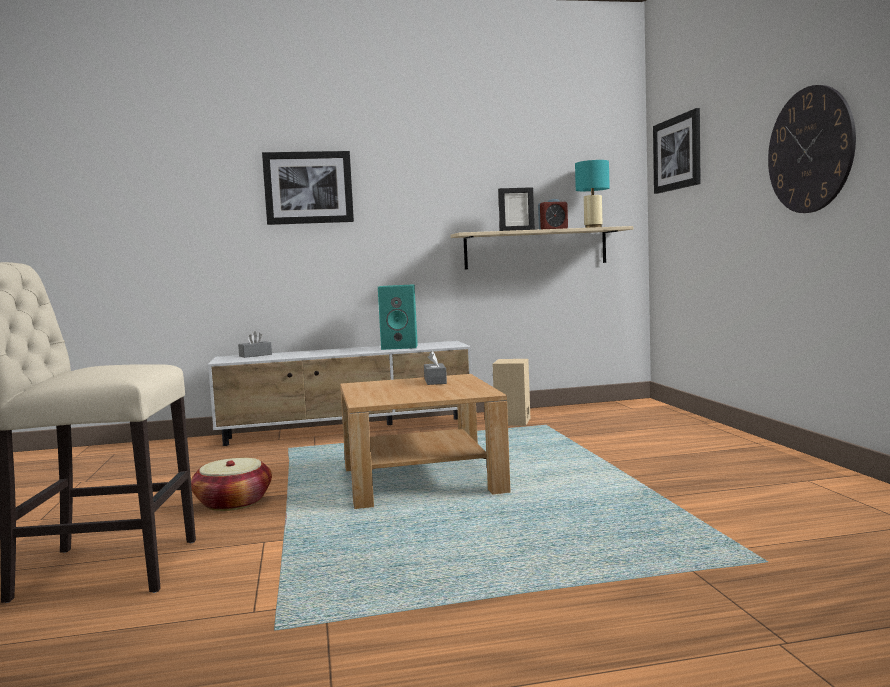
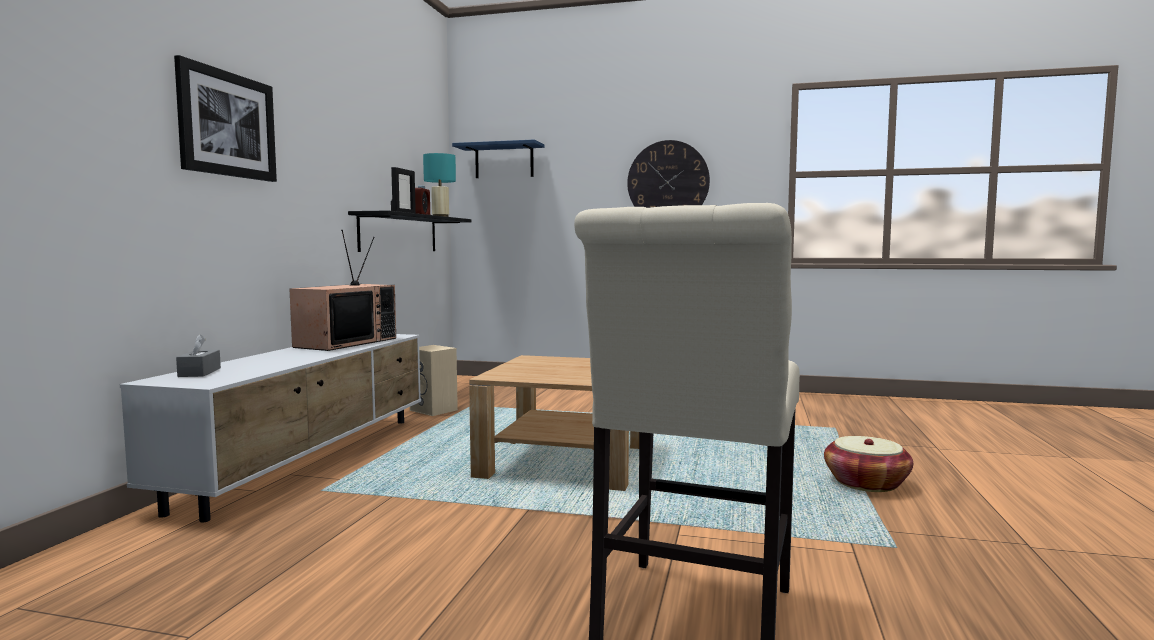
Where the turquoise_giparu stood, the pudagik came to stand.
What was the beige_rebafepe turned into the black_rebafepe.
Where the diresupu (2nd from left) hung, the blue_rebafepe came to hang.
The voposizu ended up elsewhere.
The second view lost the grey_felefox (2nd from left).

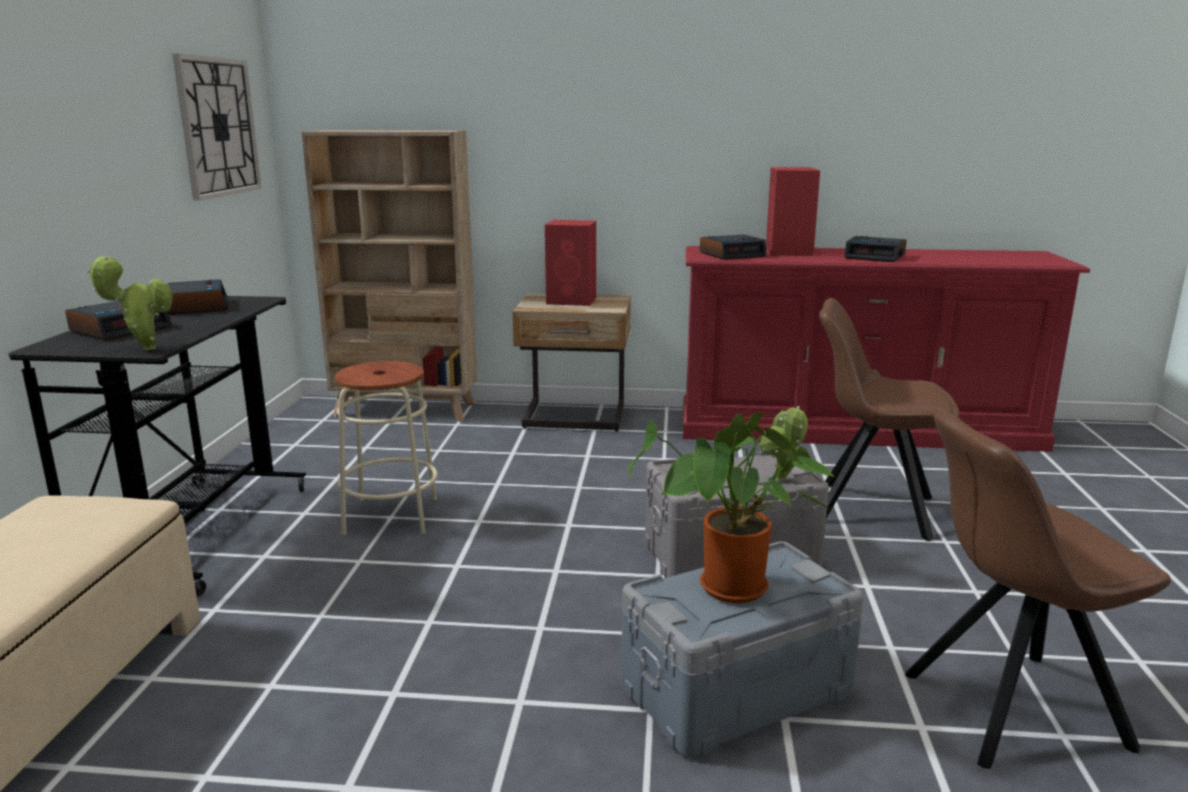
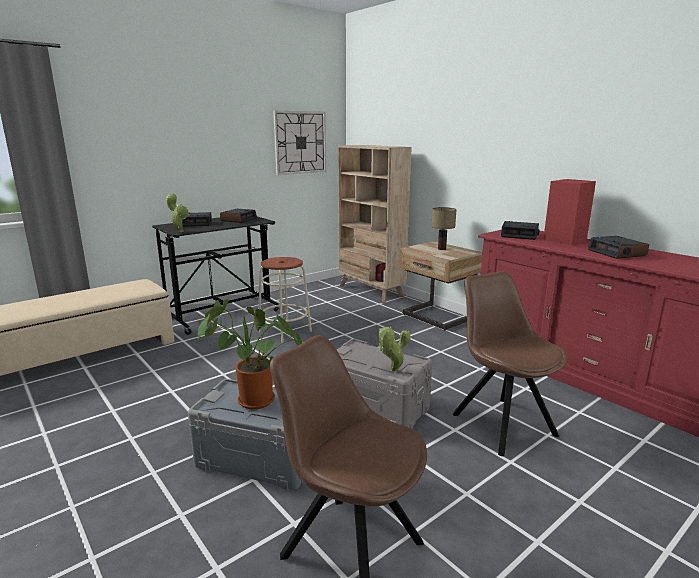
Where the red_giparu (1st from left) stood, the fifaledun came to stand.

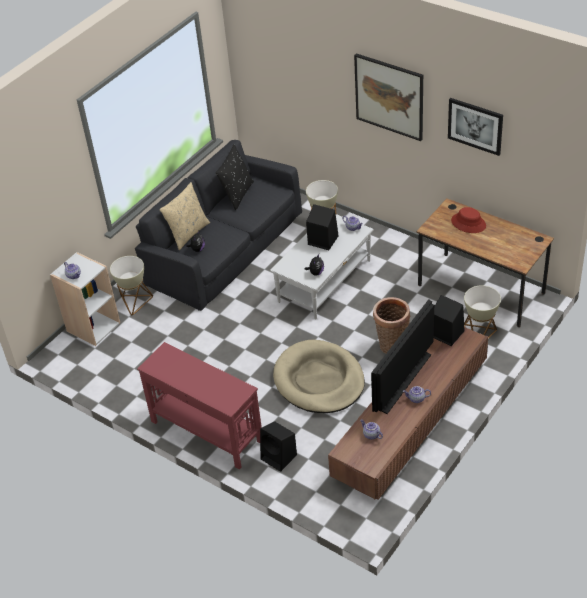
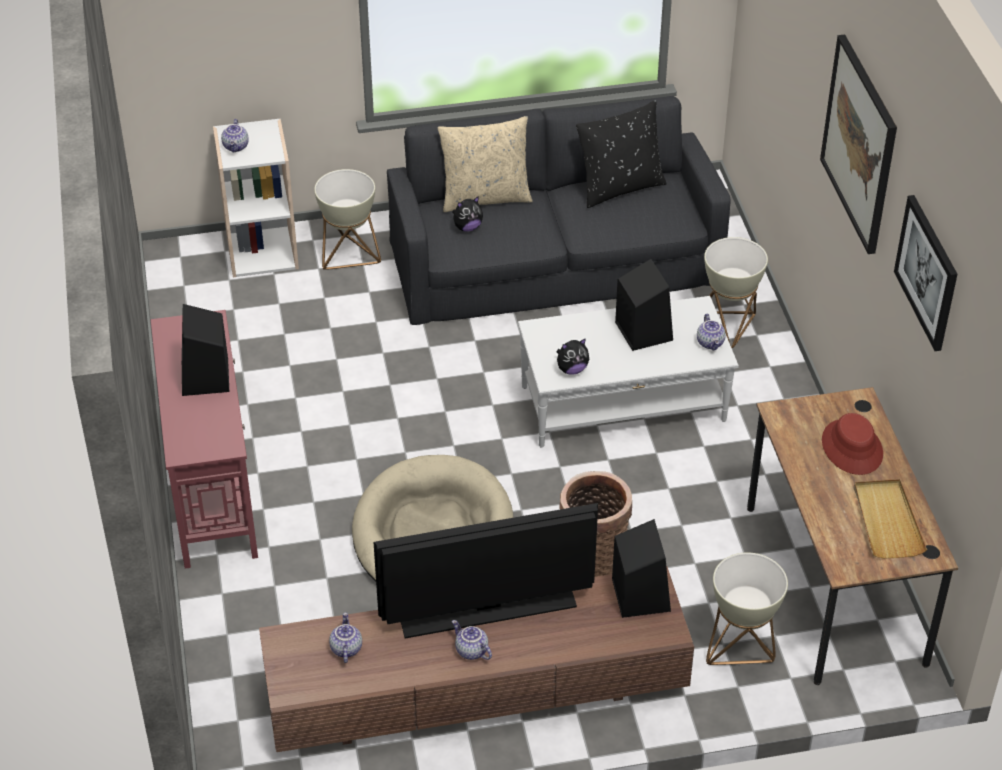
The black_giparu (1st from left) ended up elsewhere.
The second view gained the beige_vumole.

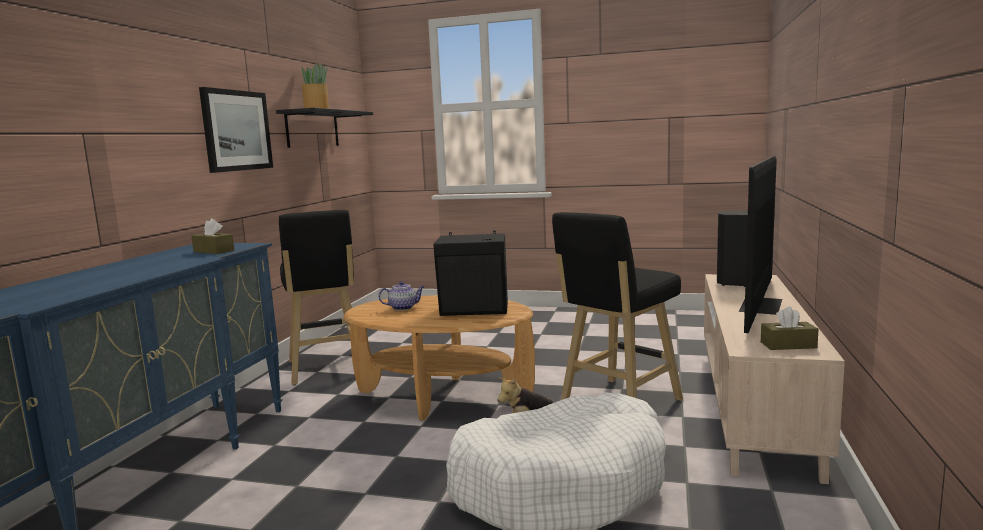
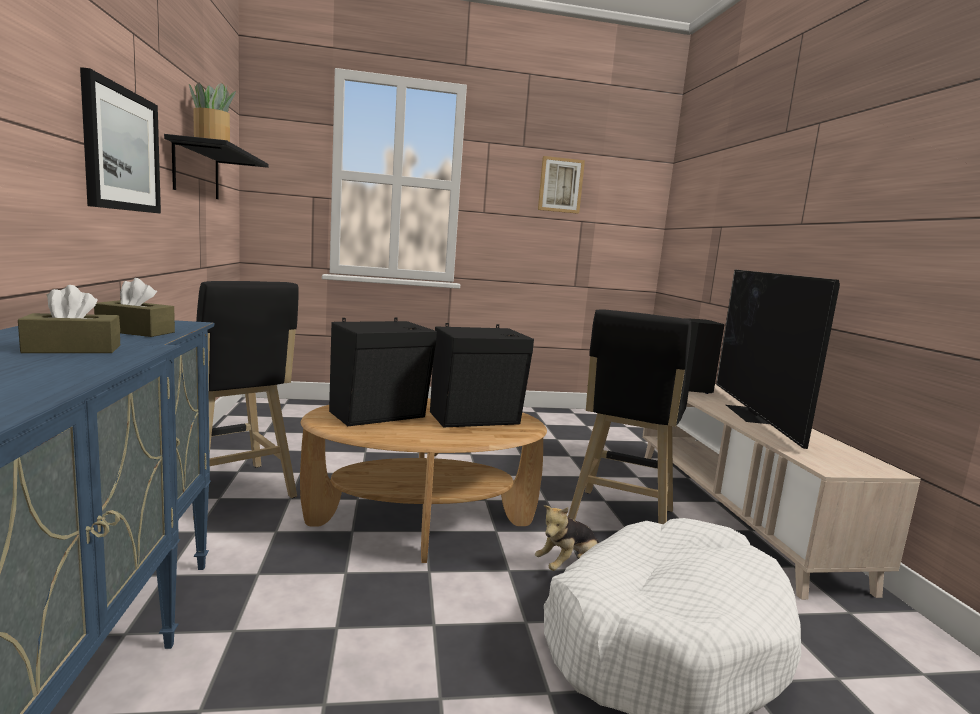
The brown_felefox (2nd from left in the first image) ended up elsewhere.
Where the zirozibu stood, the black_giparu (1st from left) came to stand.
The second view gained the diresupu (2nd from left).

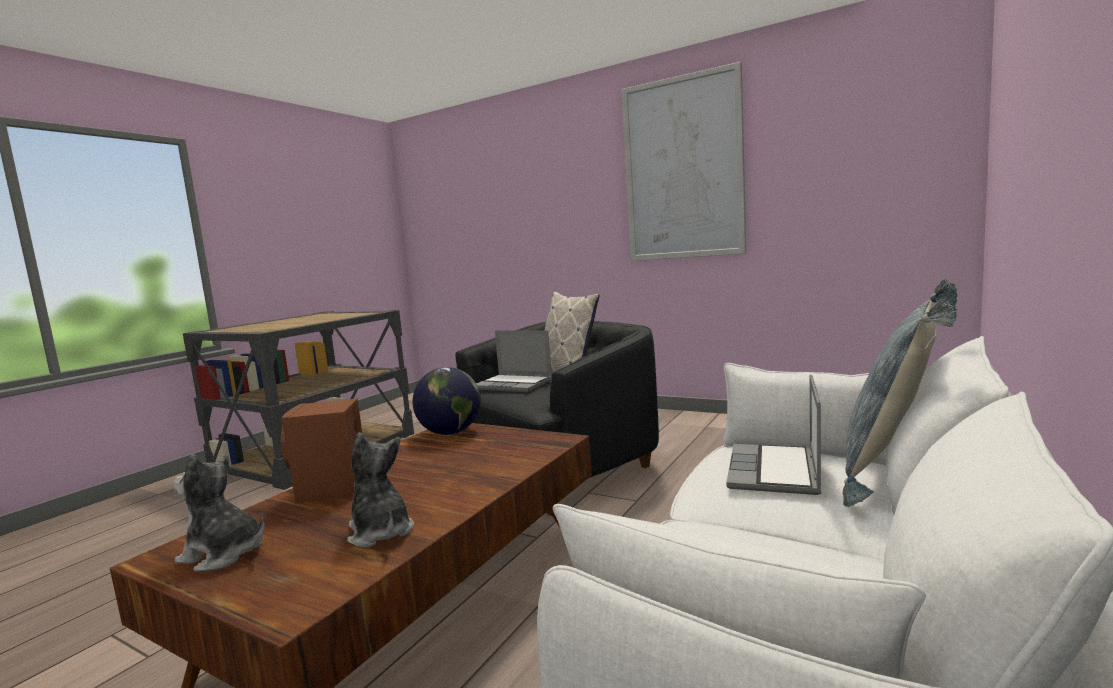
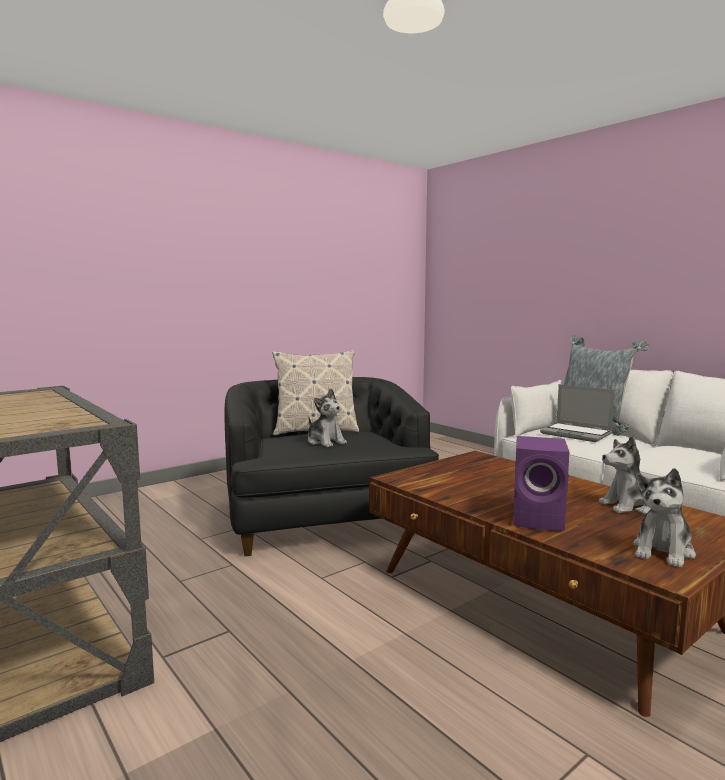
Where the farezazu (1st from left) stood, the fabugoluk (1st from left) came to stand.
What was the brown_giparu turned into the purple_giparu.
The second view lost the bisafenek.
The second view lost the diresupu.

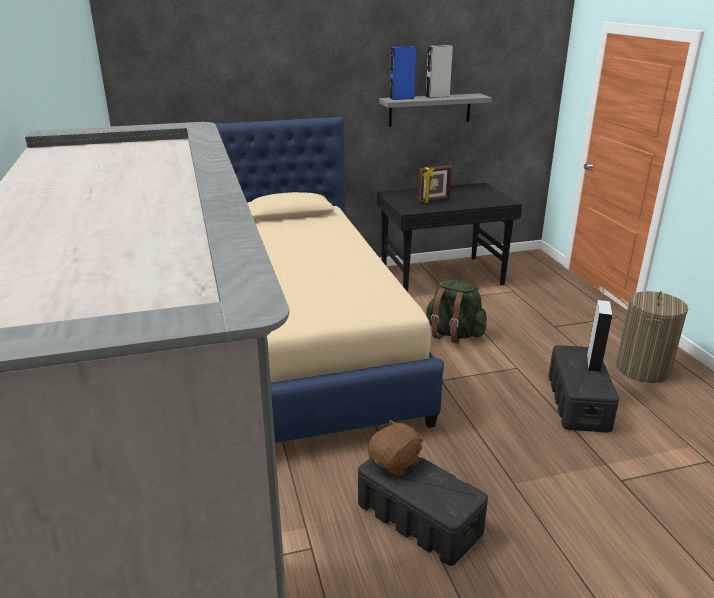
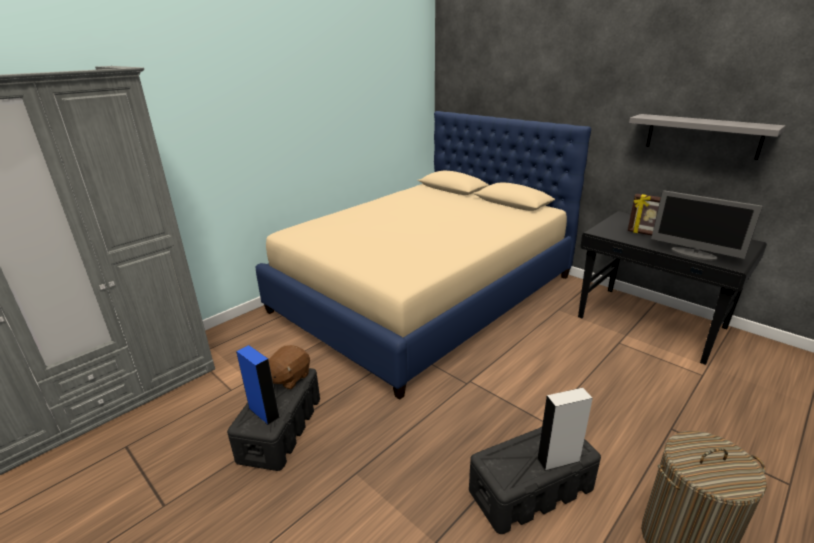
The blue_giparu ended up elsewhere.
The brown_fabugoluk ended up facing another way, 105 degrees clockwise from before.
The second view gained the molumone.
The second view lost the grey_giparu (1st from left).
The second view lost the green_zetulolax.

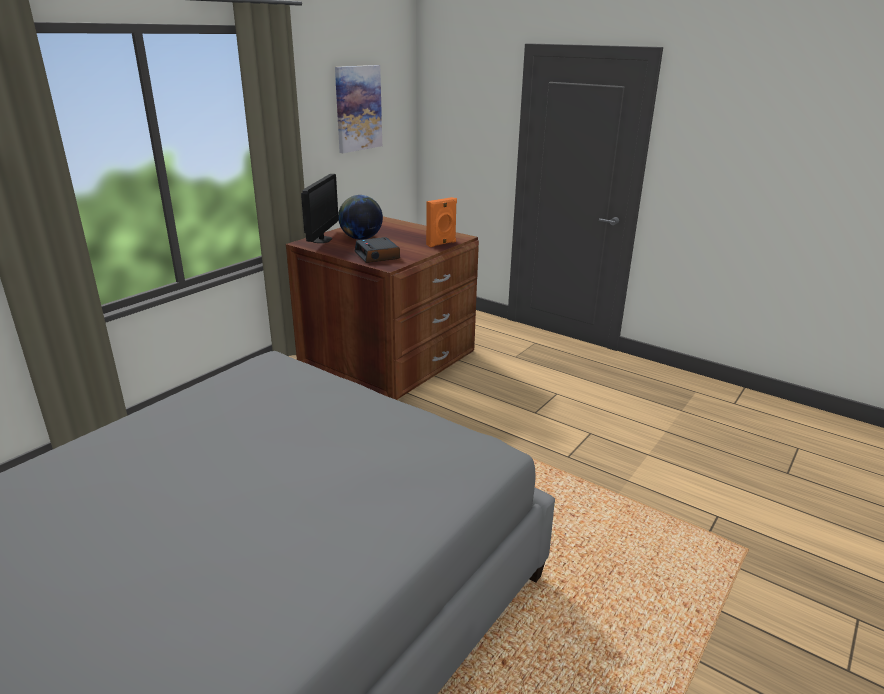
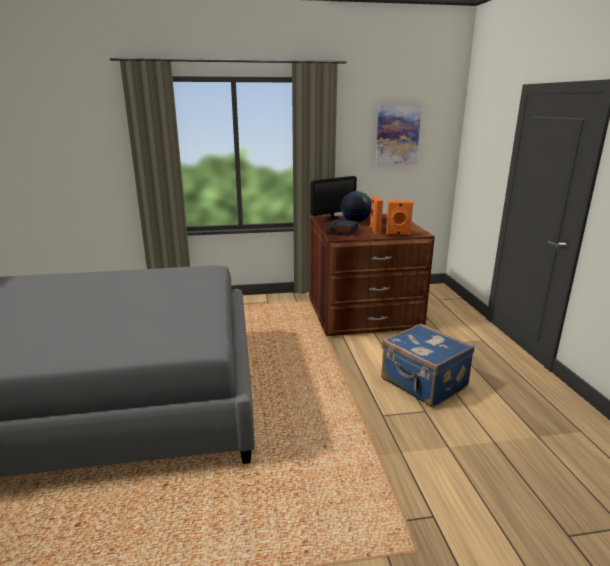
The second view gained the orange_giparu (1st from left).
The second view gained the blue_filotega.

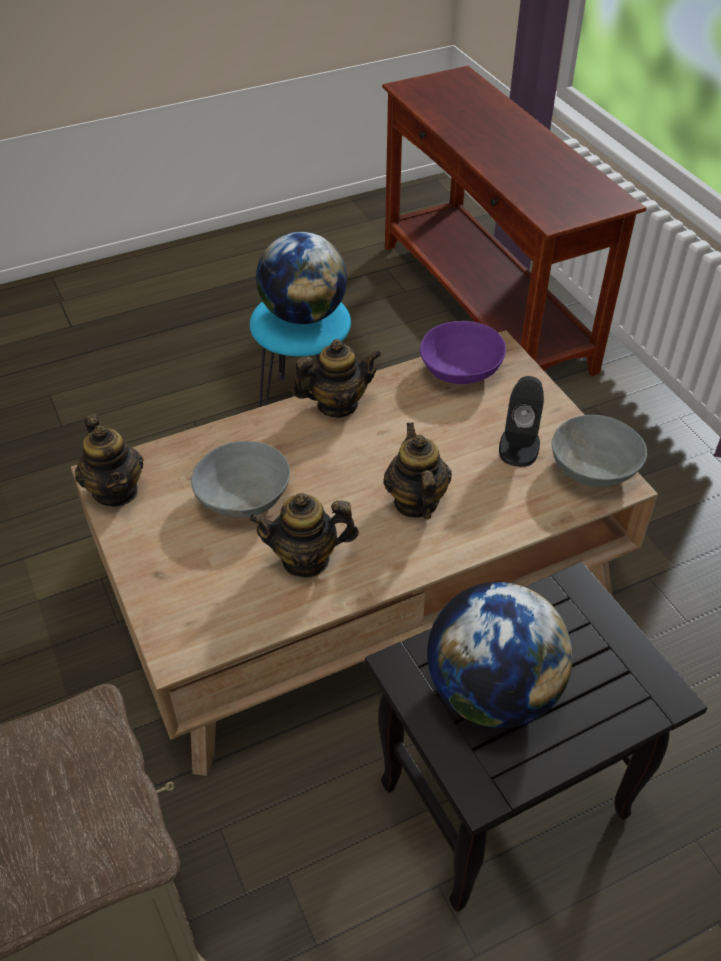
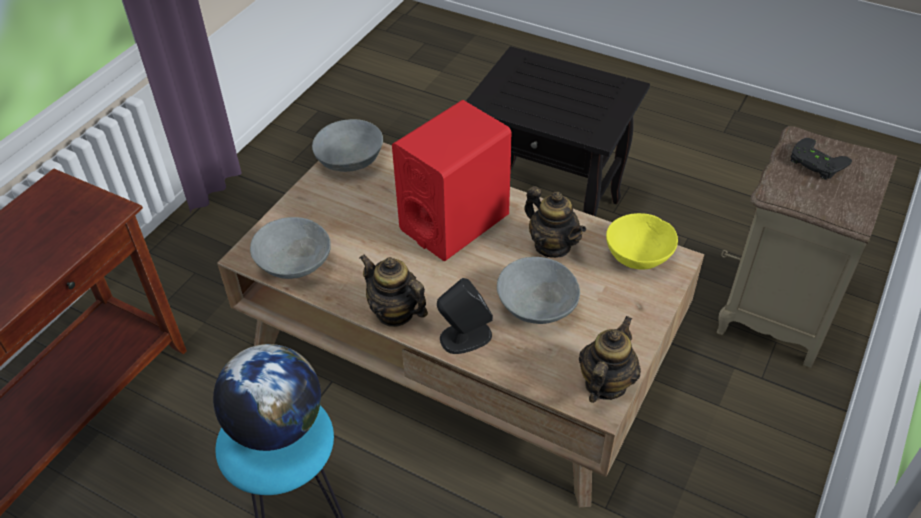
What was the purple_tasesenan turned into the grey_tasesenan (1st from left).
Where the zirozibu (4th from left) stood, the red_giparu came to stand.
The black_giparu ended up elsewhere.
The second view gained the yellow_tasesenan.
The second view gained the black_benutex.
The second view lost the bisafenek (2nd from left).

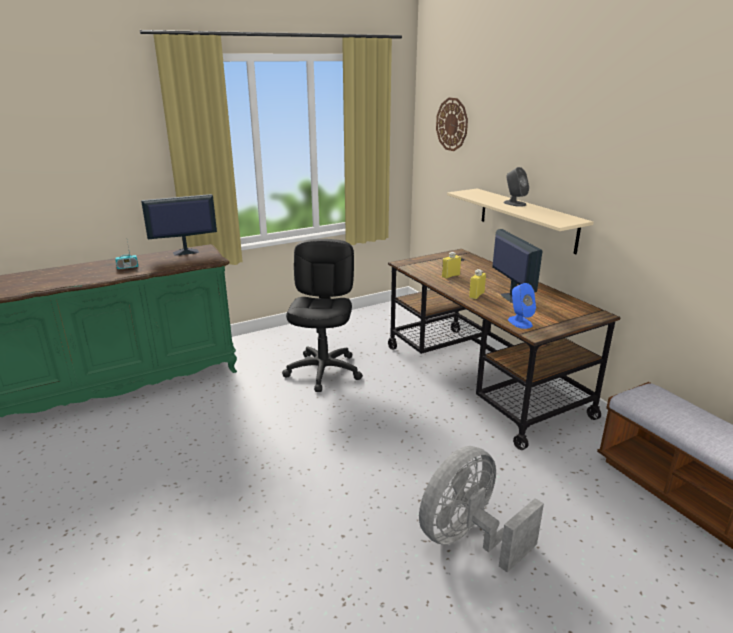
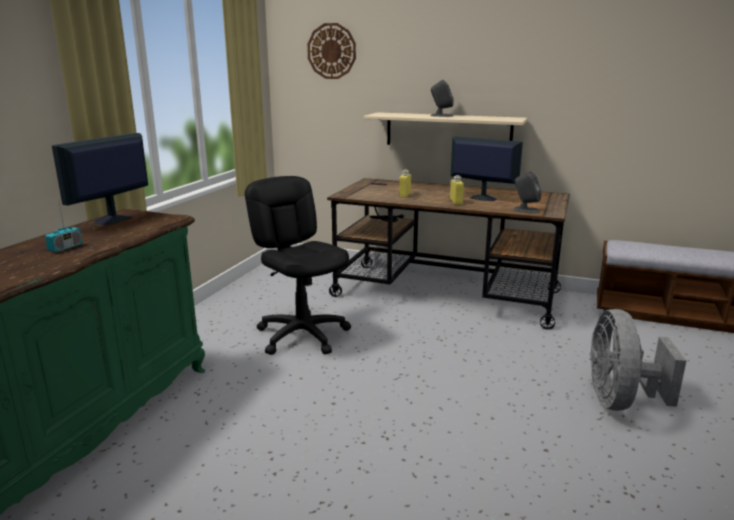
What was the blue_giparu turned into the grey_giparu (2nd from left).

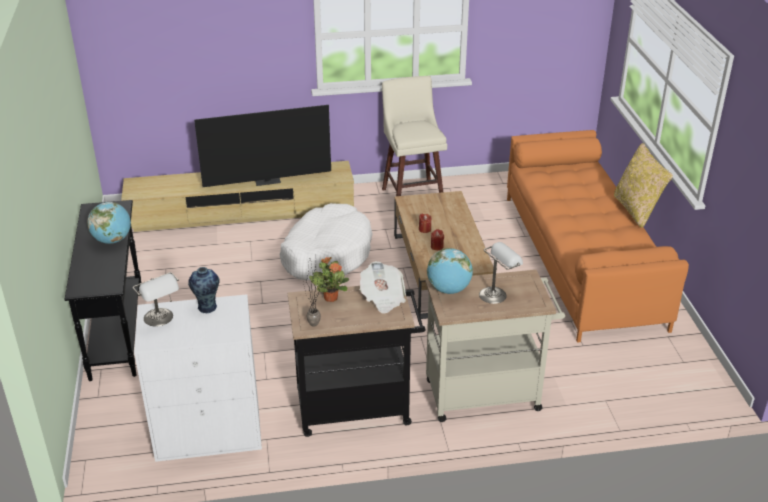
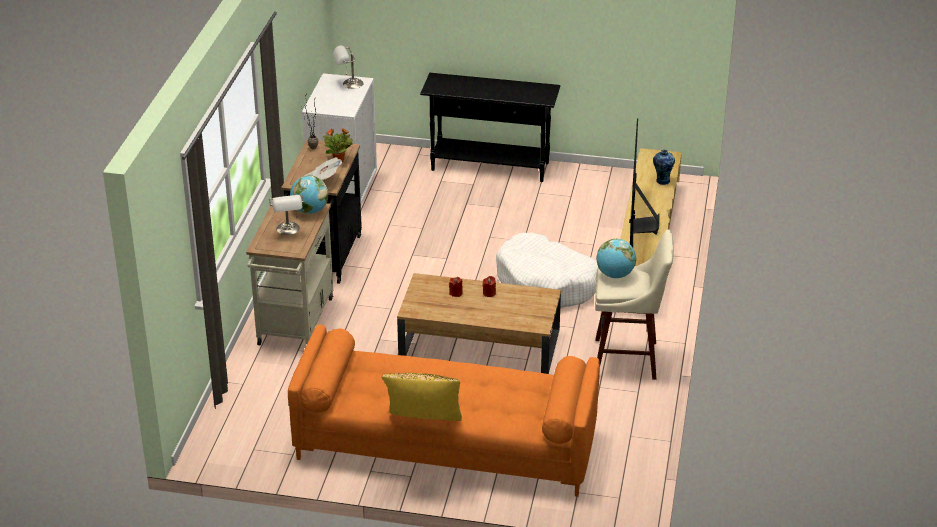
The bisafenek (1st from left in the first image) ended up elsewhere.
The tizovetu ended up elsewhere.

